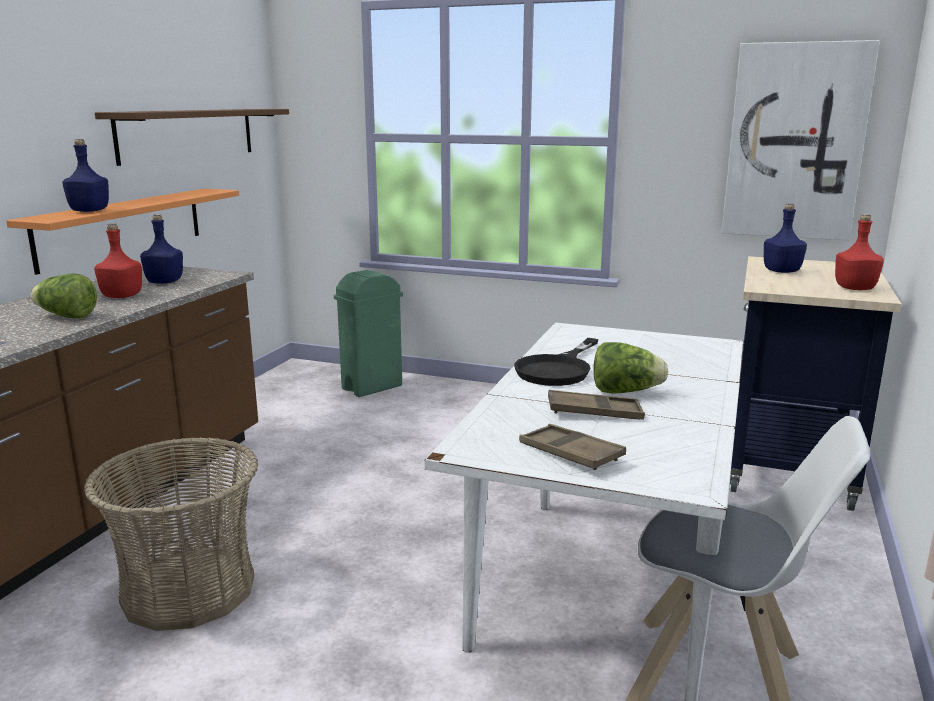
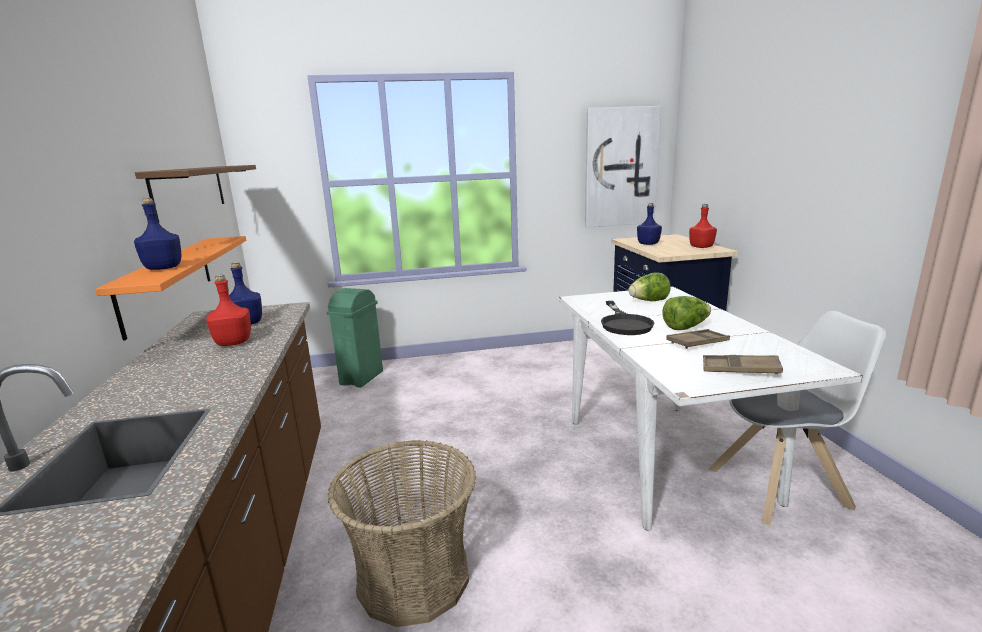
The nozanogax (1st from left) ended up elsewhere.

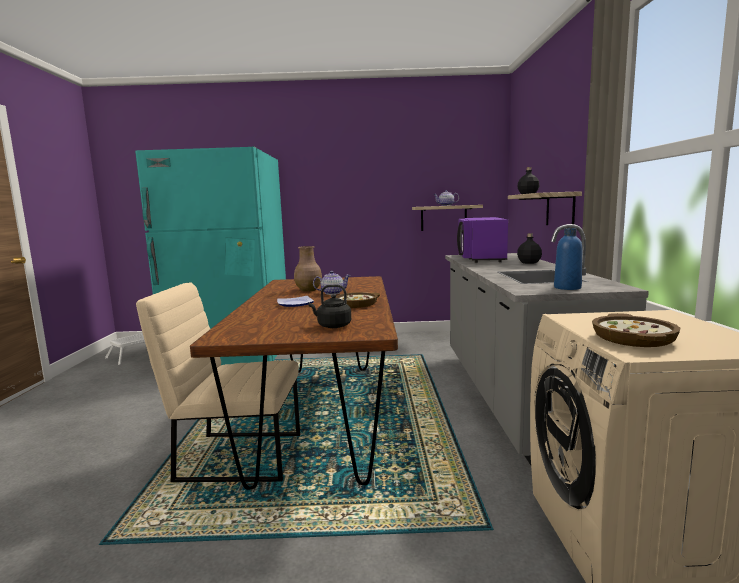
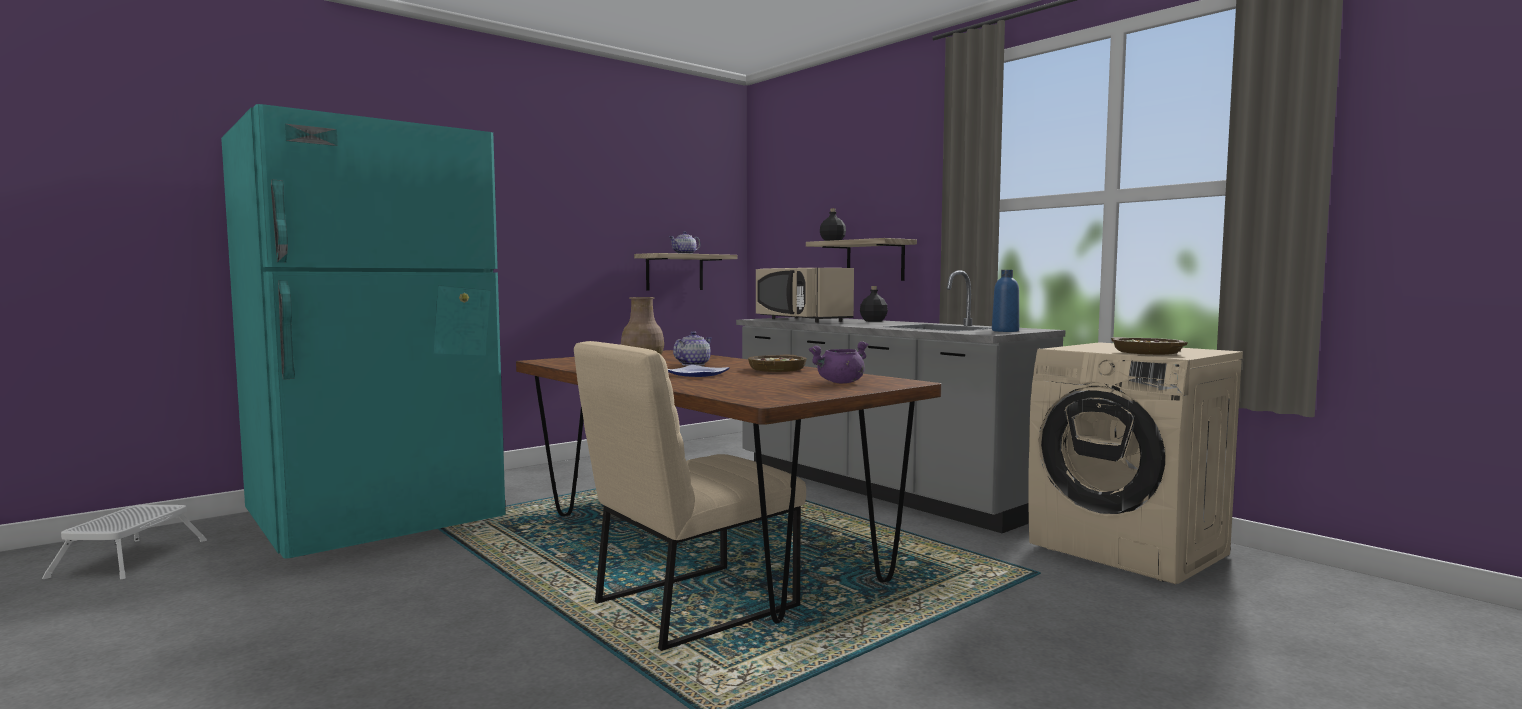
What was the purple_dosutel turned into the beige_dosutel.
Where the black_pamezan stood, the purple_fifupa came to stand.

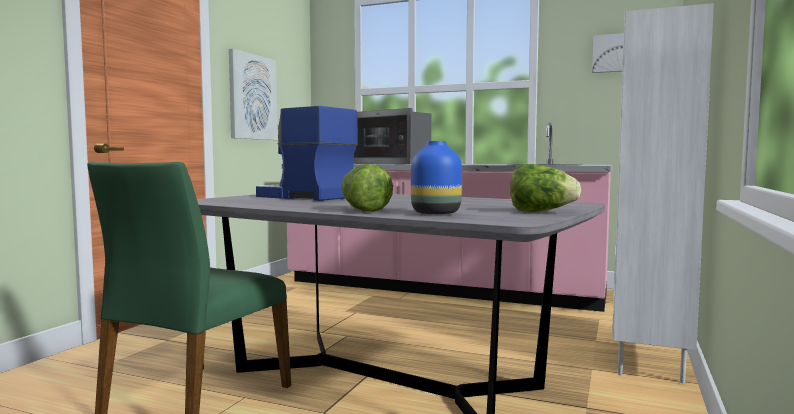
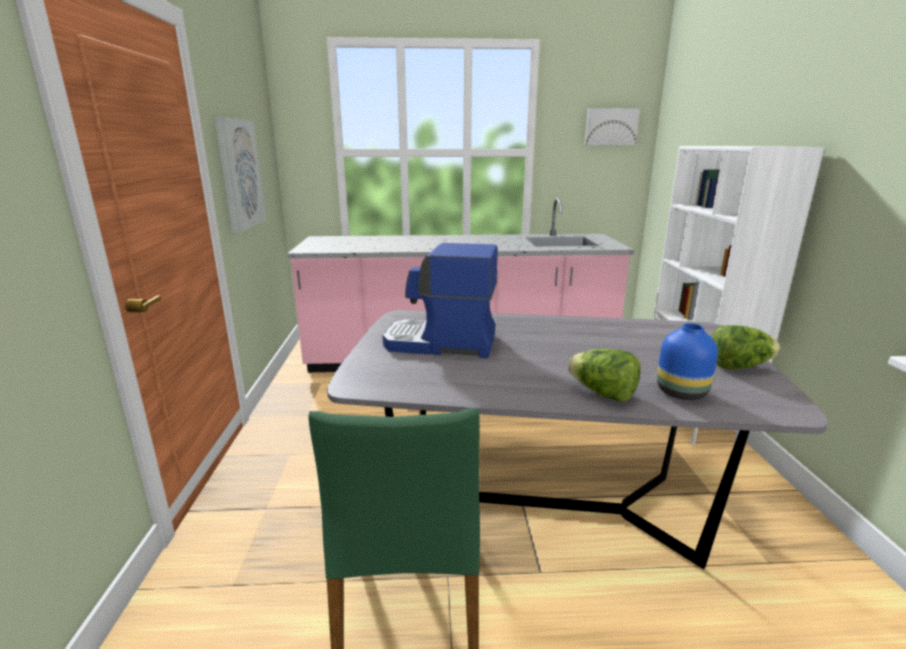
The second view lost the dosutel.

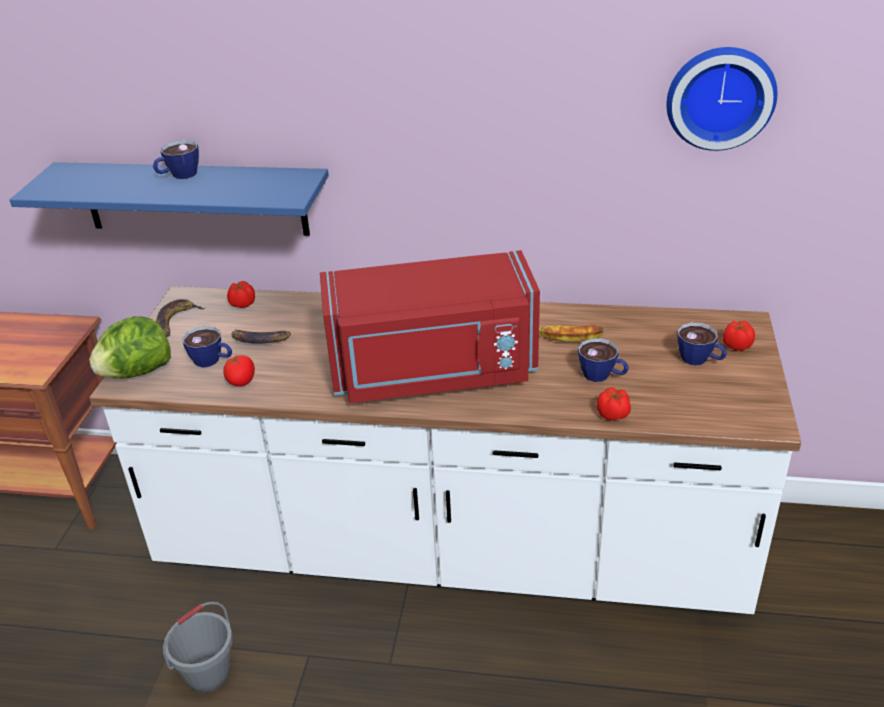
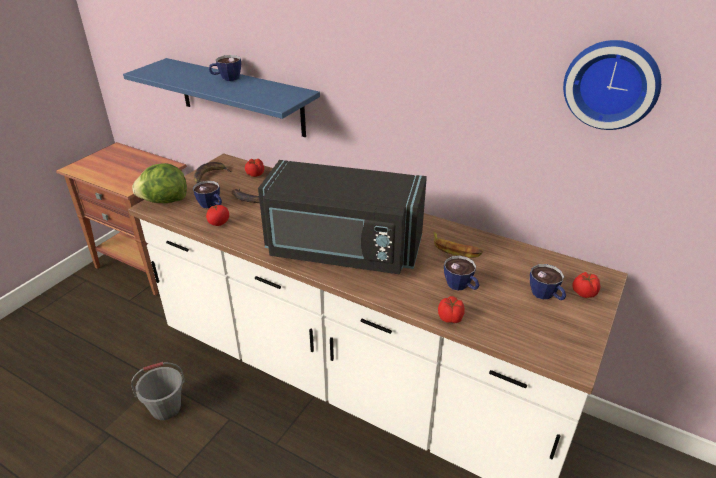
What was the red_dosutel turned into the black_dosutel.

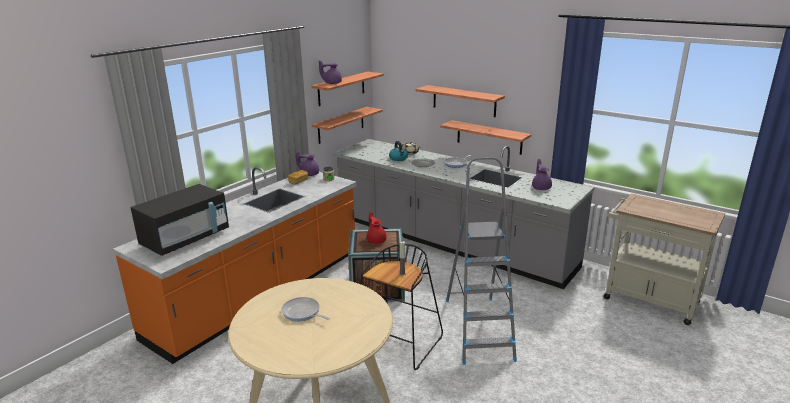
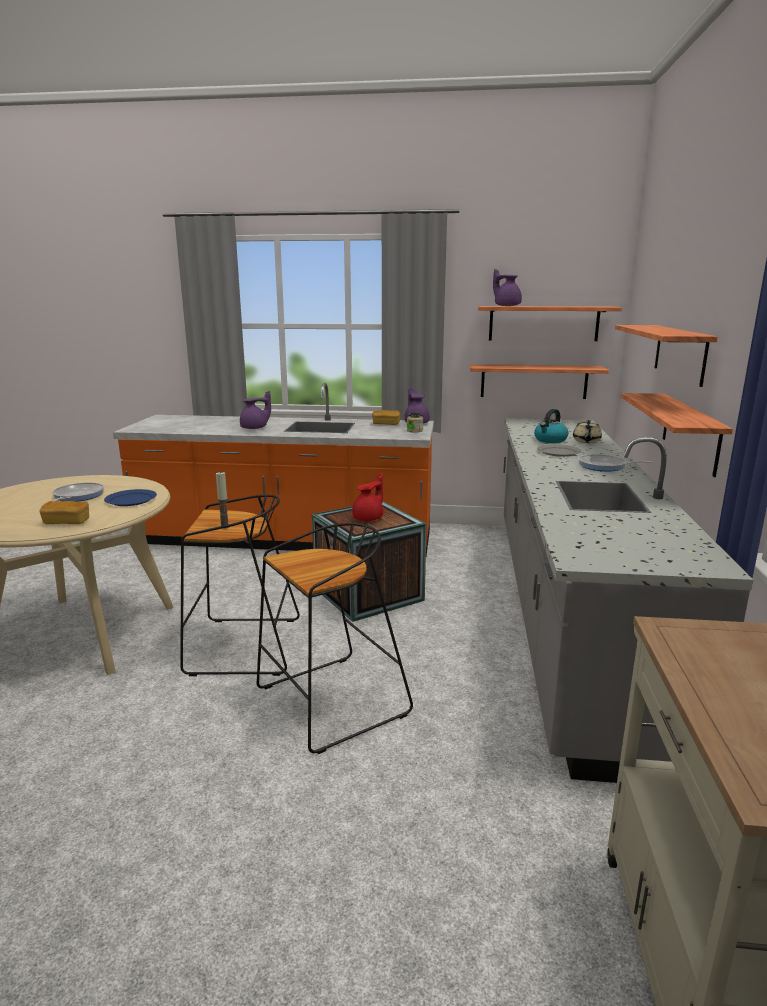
The second view gained the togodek (1st from left).
The second view gained the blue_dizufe.
The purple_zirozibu (3rd from left in the first image) ended up elsewhere.
Where the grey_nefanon stood, the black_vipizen (2nd from left) came to stand.
The second view lost the black_dosutel.

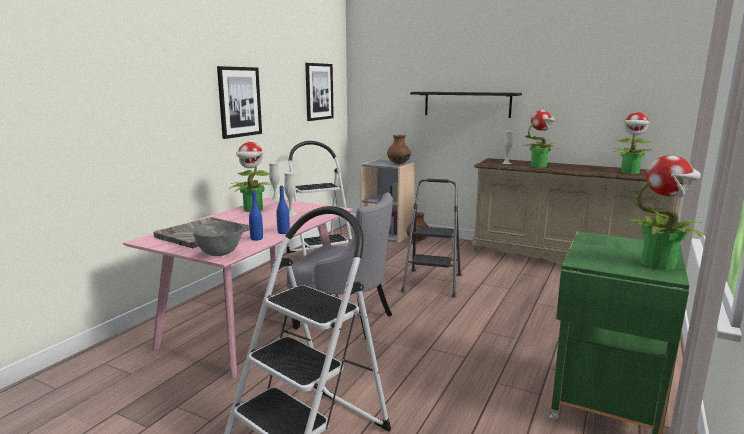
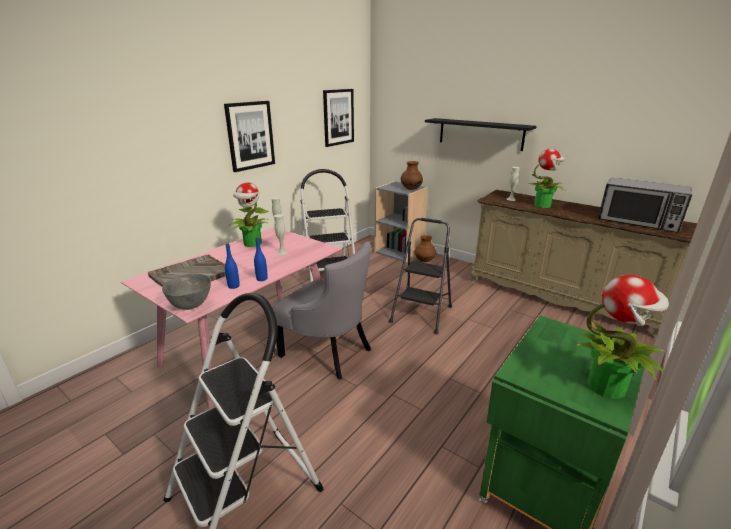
Where the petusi (3rd from left) stood, the dosutel came to stand.

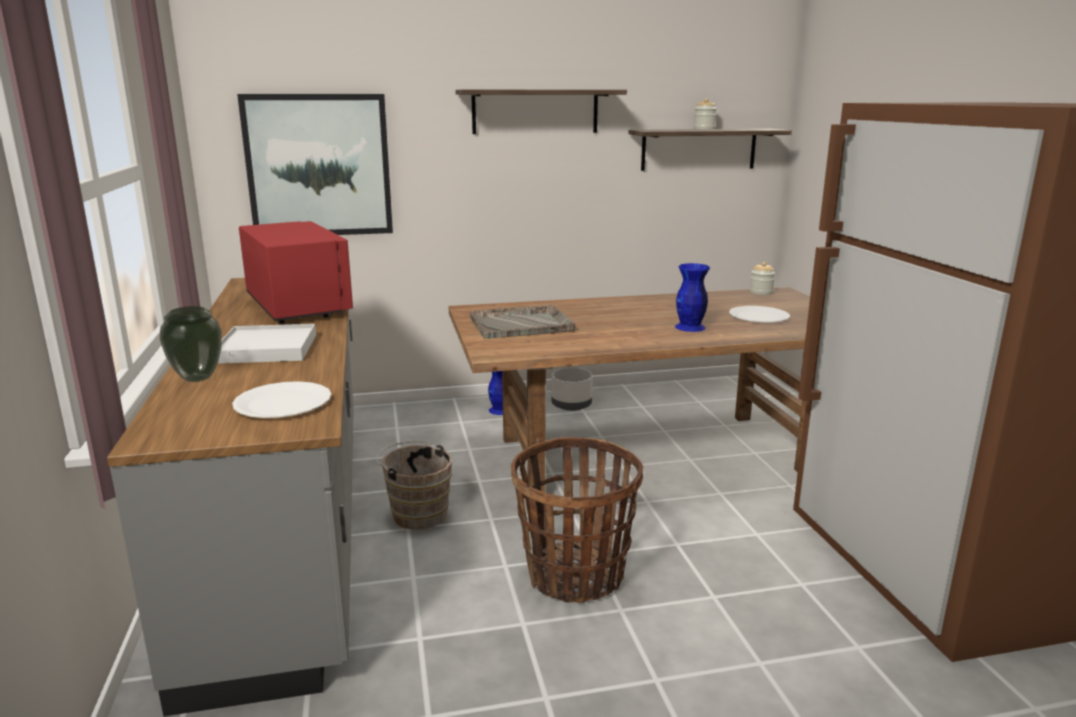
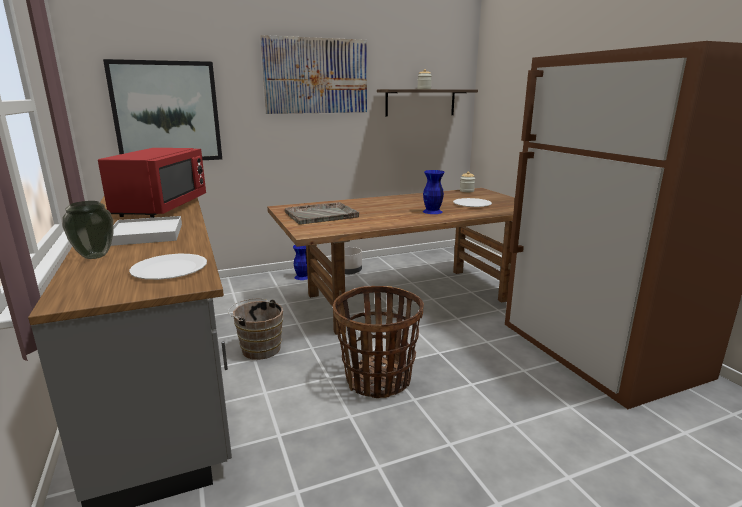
The red_dosutel ended up facing another way, 45 degrees clockwise from before.
Where the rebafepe (1st from left) hung, the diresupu (2nd from left) came to hang.

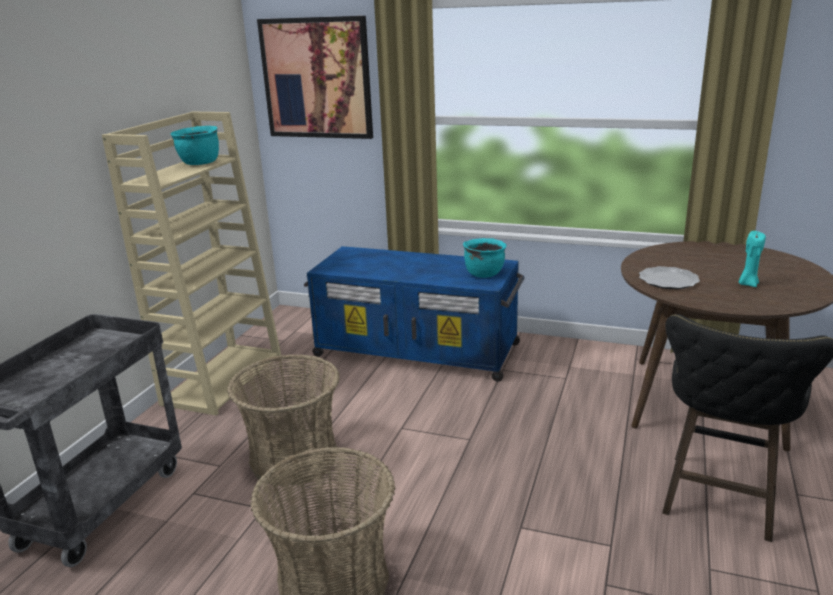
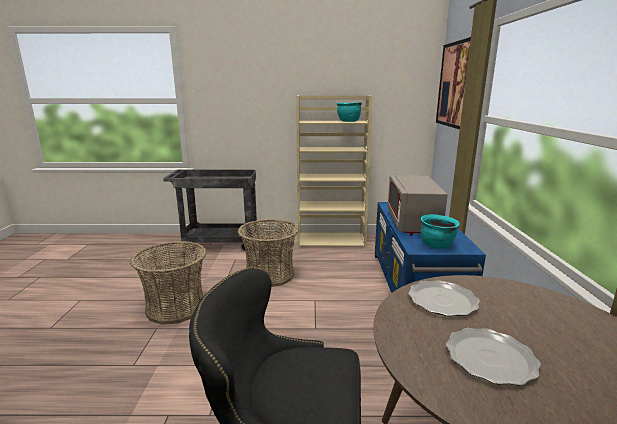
The second view gained the grey_dosutel.
Where the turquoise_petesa stood, the dizufe (2nd from left) came to stand.

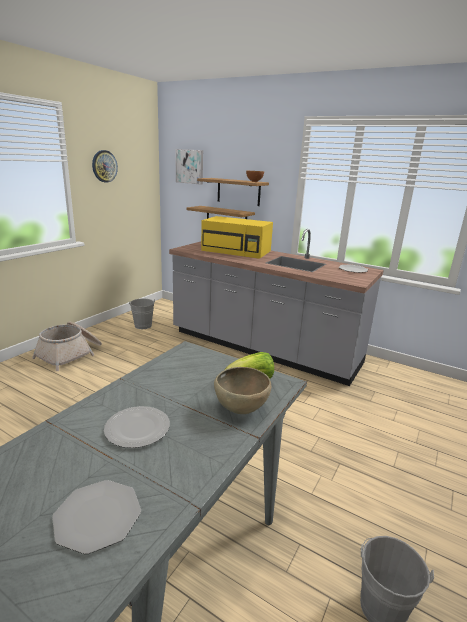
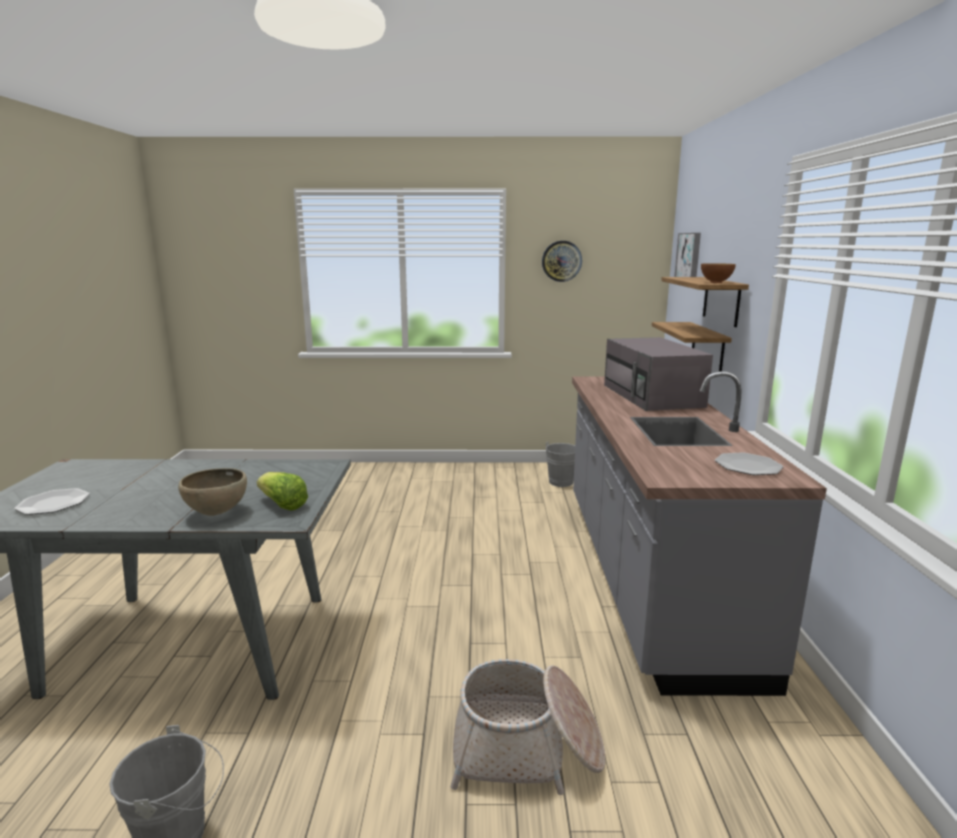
The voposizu ended up elsewhere.
What was the yellow_dosutel turned into the grey_dosutel.
The second view lost the dizufe (2nd from left).

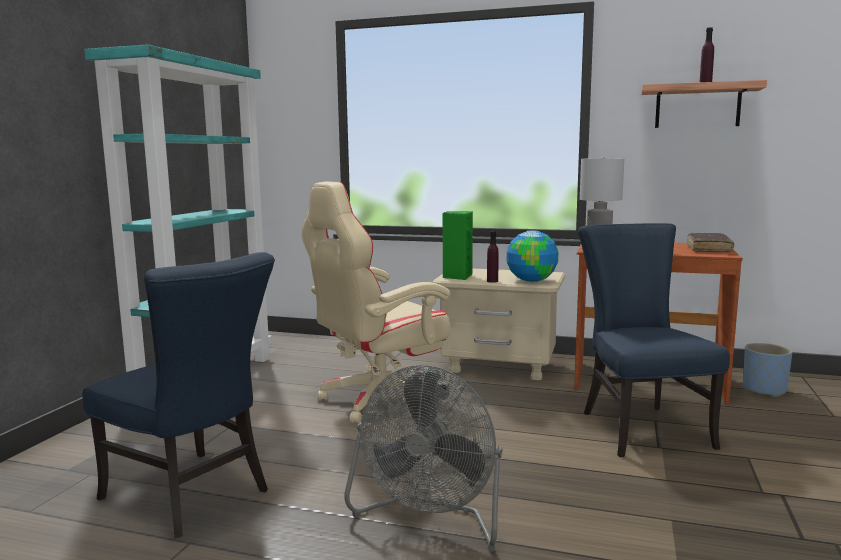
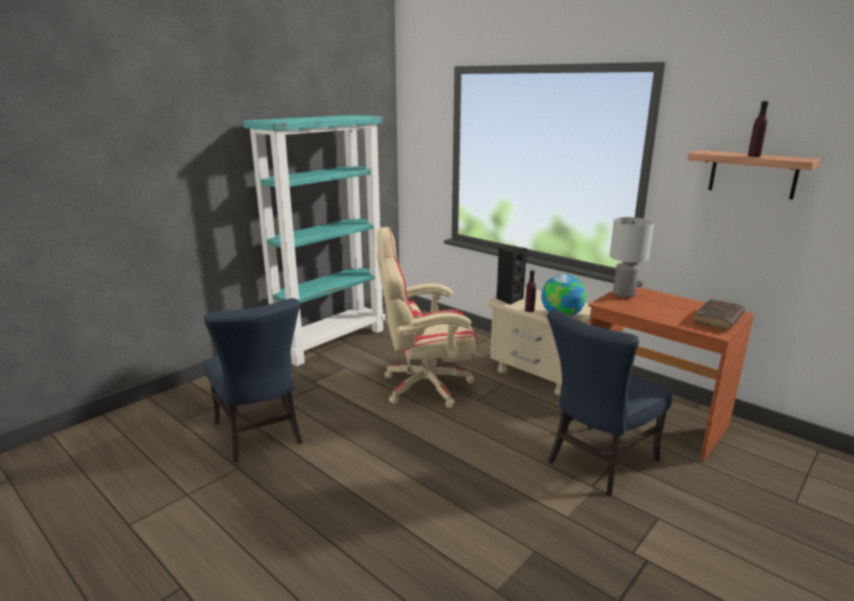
What was the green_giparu turned into the black_giparu.
The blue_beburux (2nd from left) ended up facing another way, 150 degrees counterclockwise from before.
The second view lost the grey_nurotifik.
The second view lost the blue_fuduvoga.

